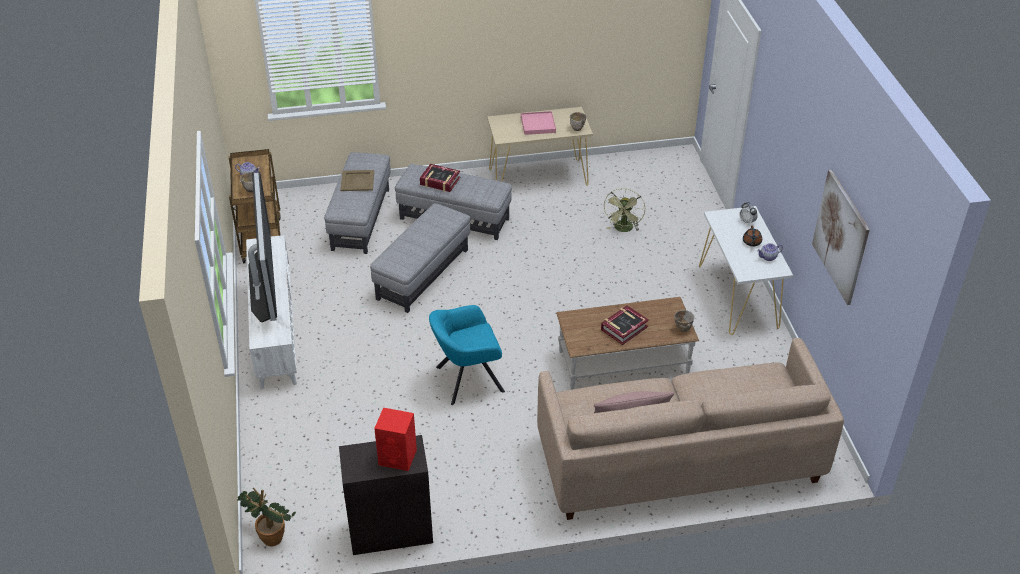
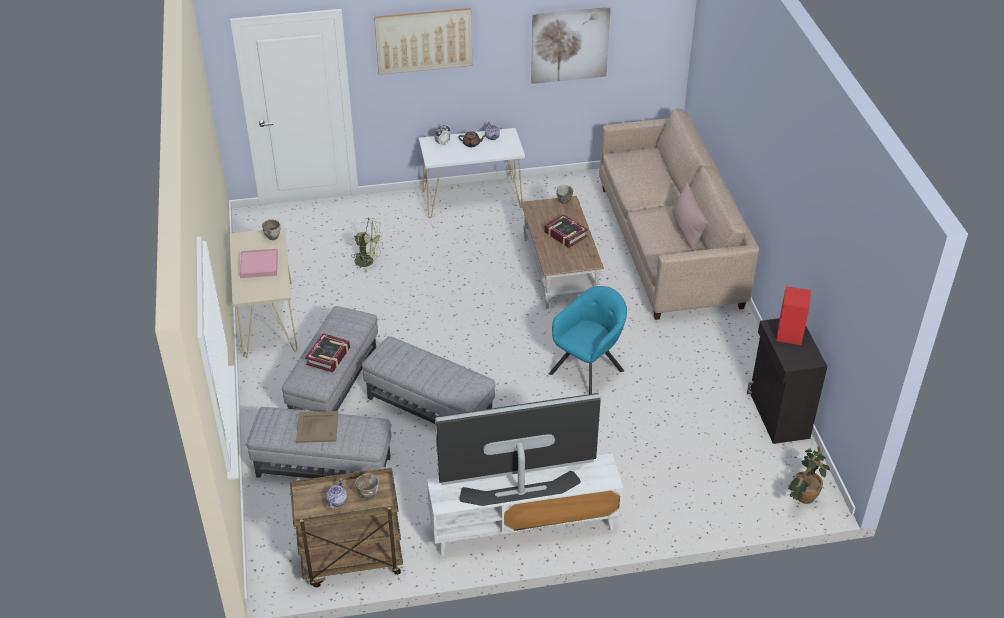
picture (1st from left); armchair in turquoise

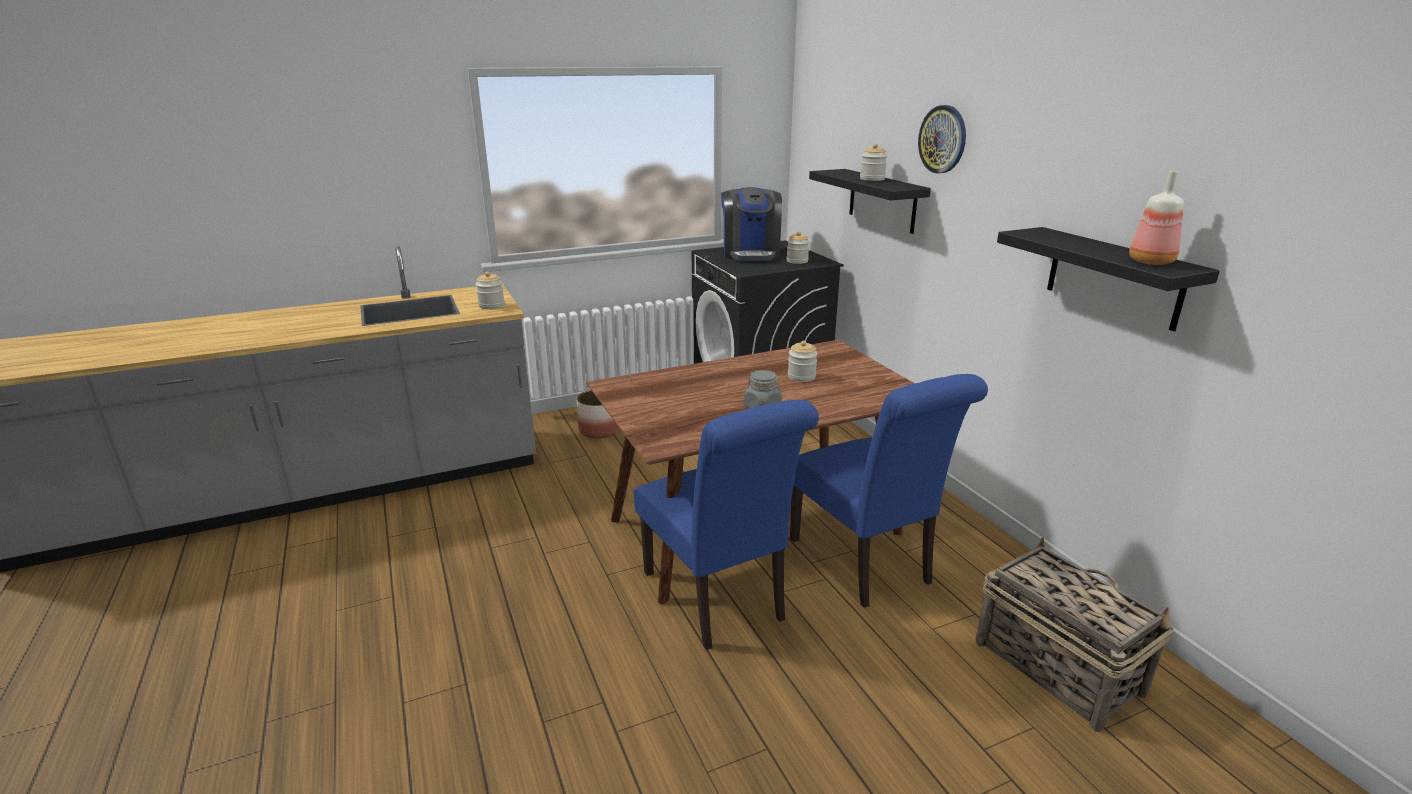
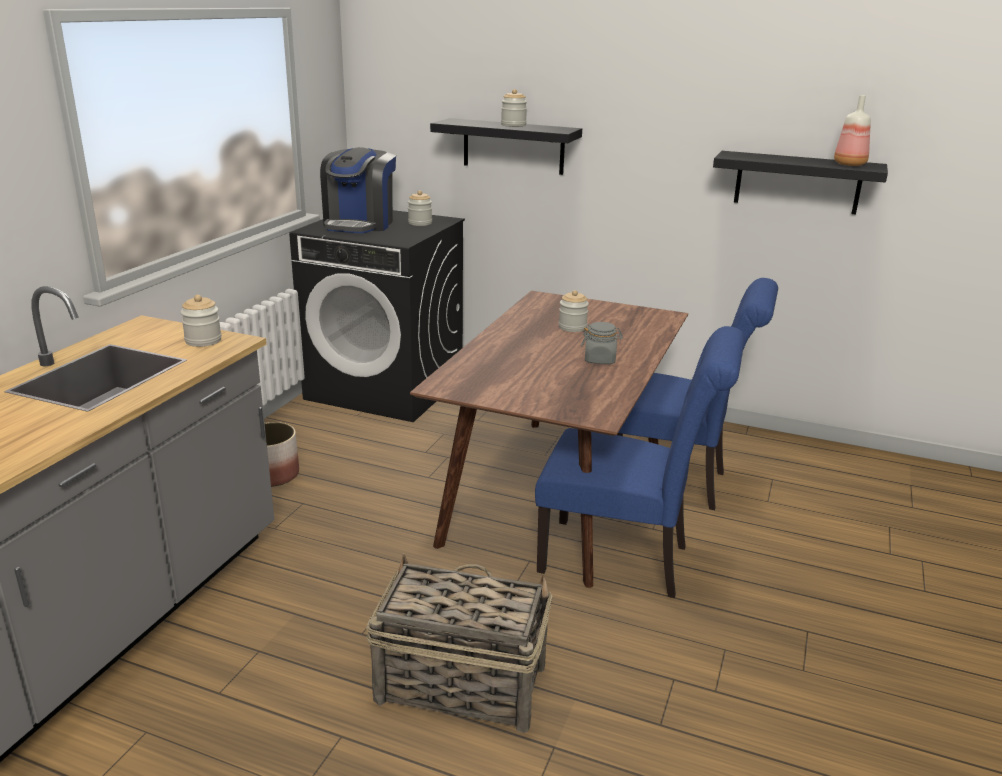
wall clock; basket; coffee machine

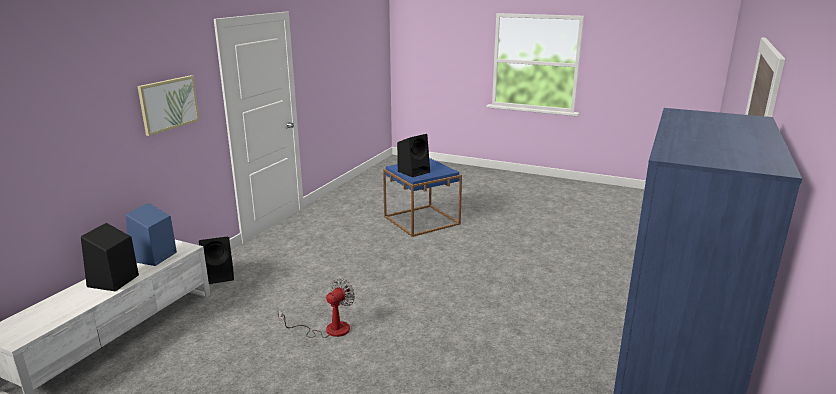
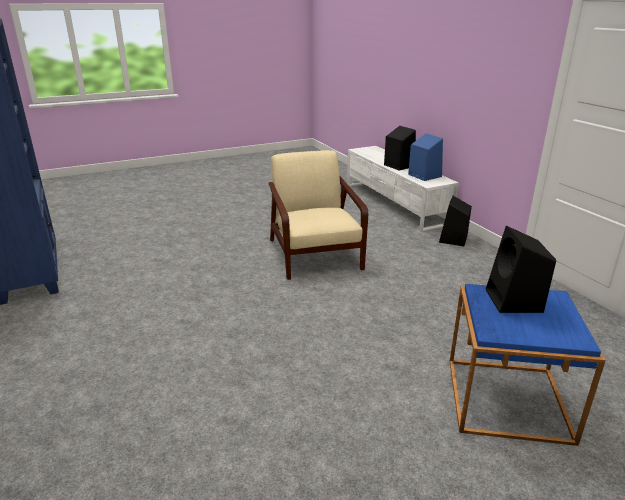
picture; armchair in beige

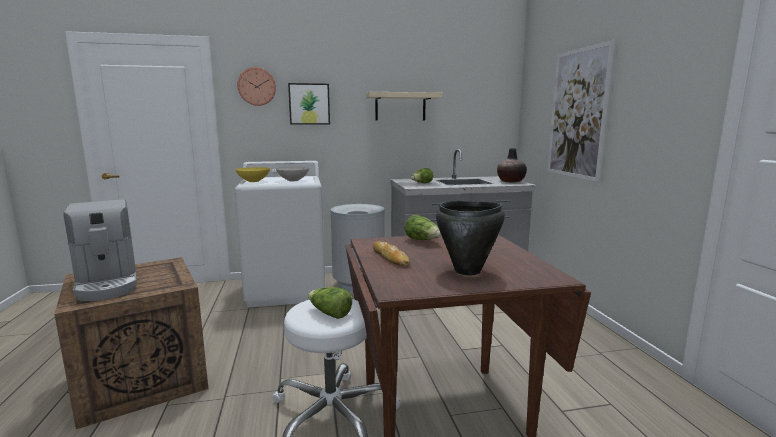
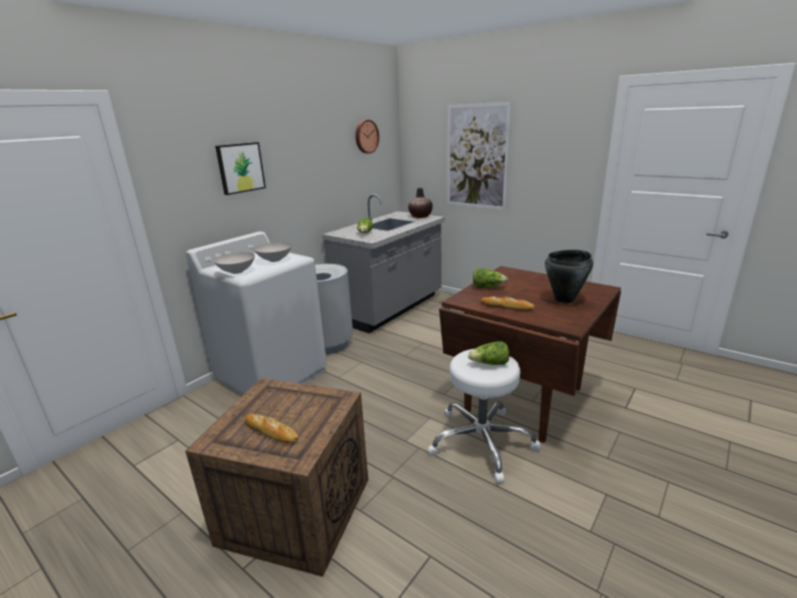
shelf in beige; wall clock; bread (1st from left); bowl in white (1st from left)

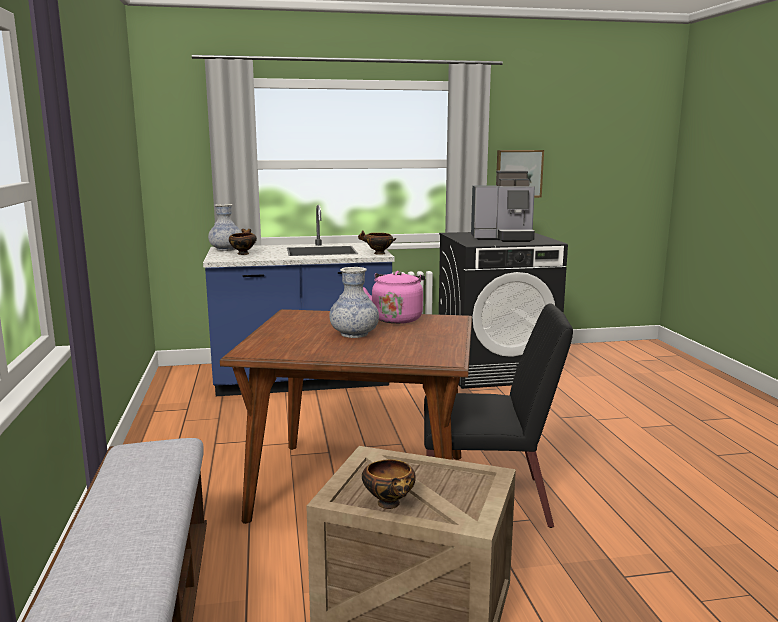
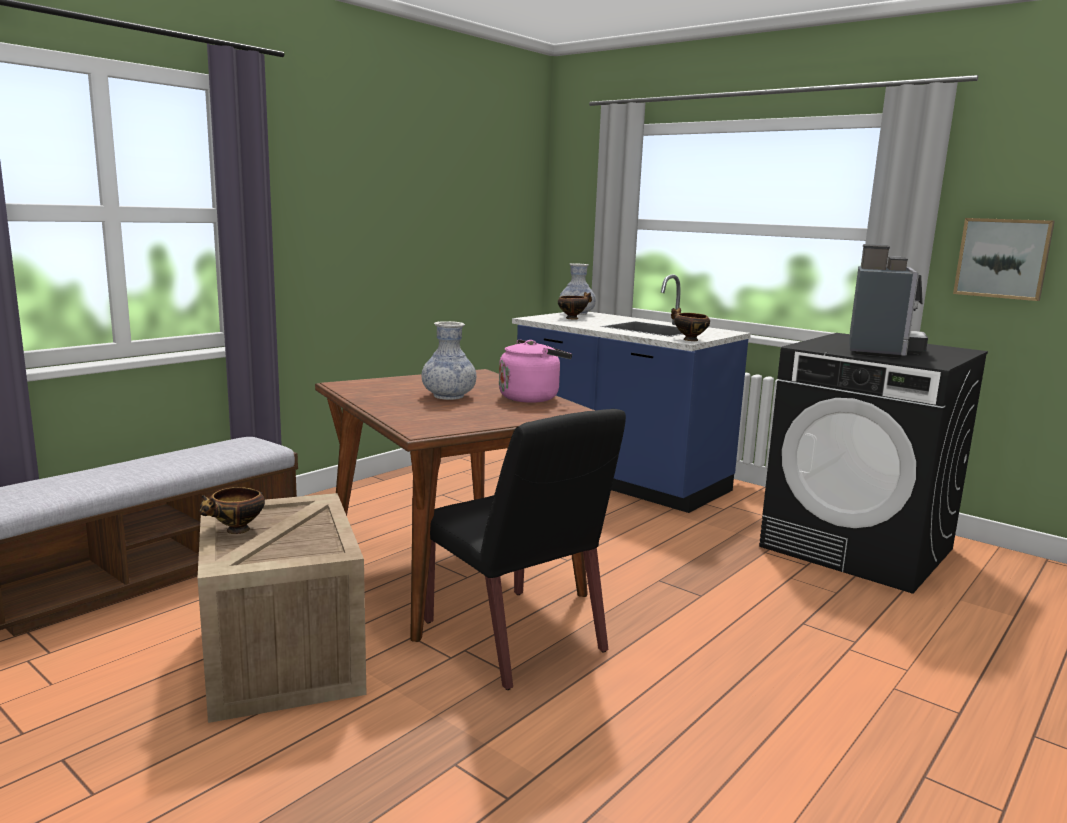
coffee machine

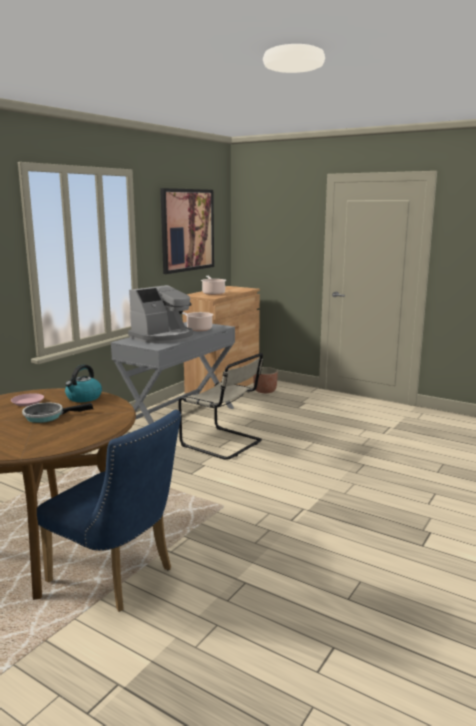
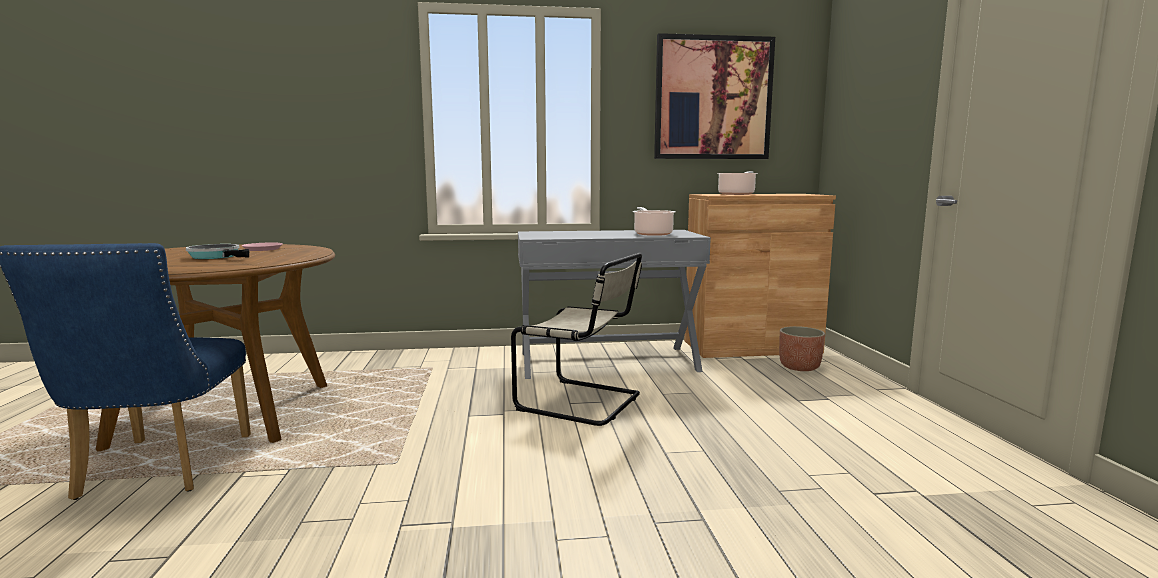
kettle; coffee machine; chair in beige

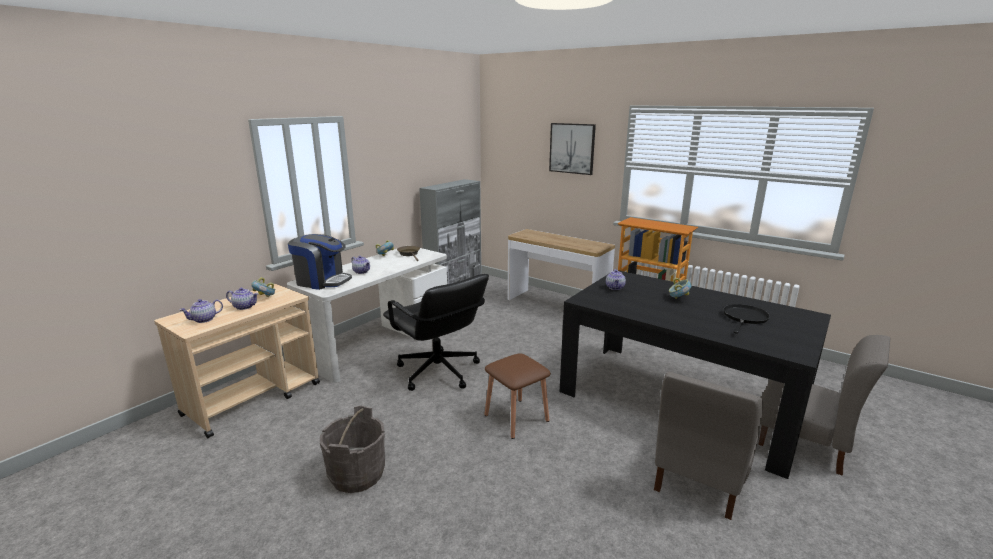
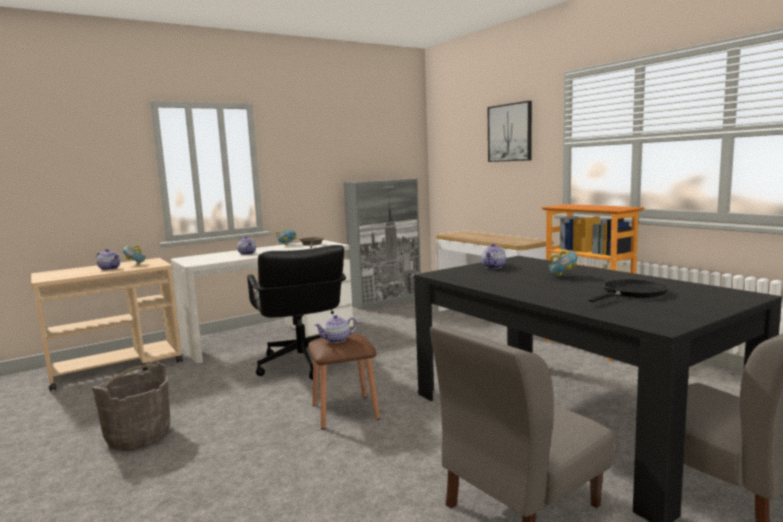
coffee machine; teapot (3rd from left)

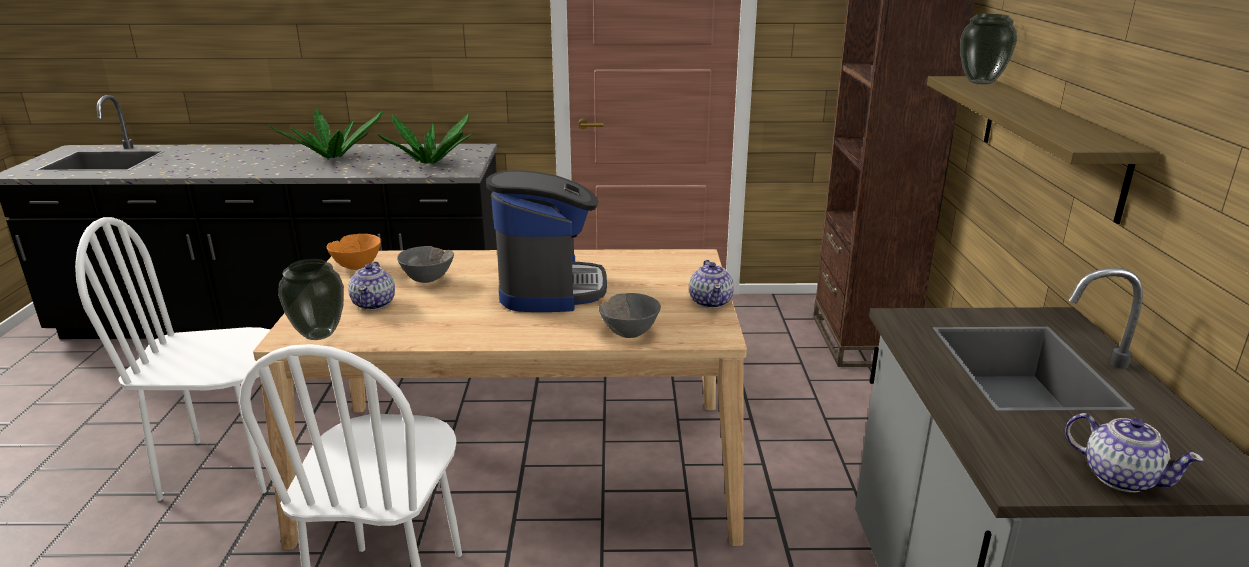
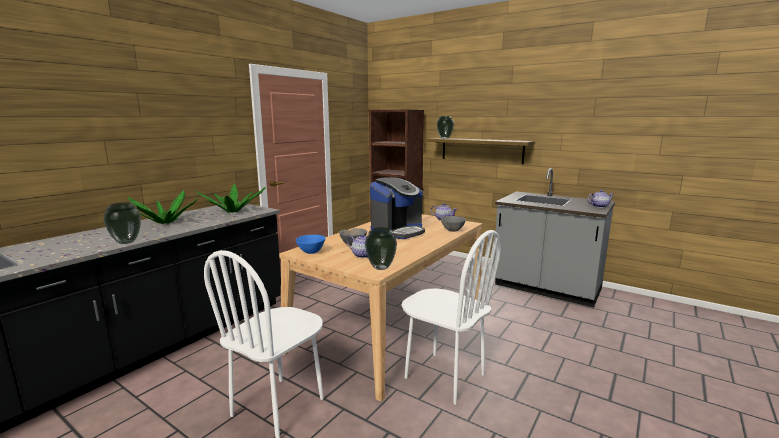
vase (1st from left); bowl in blue; coffee machine

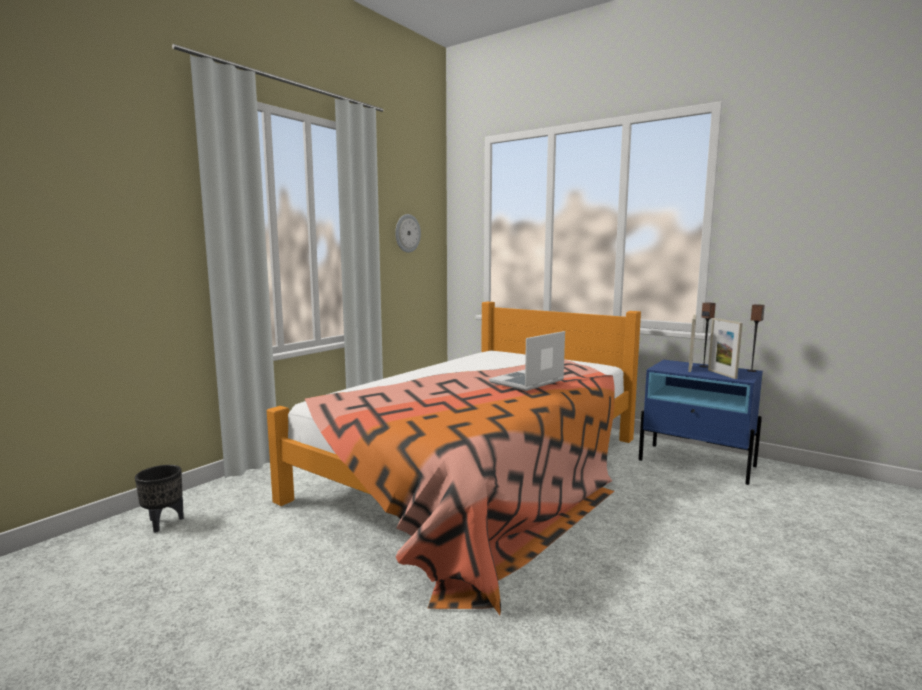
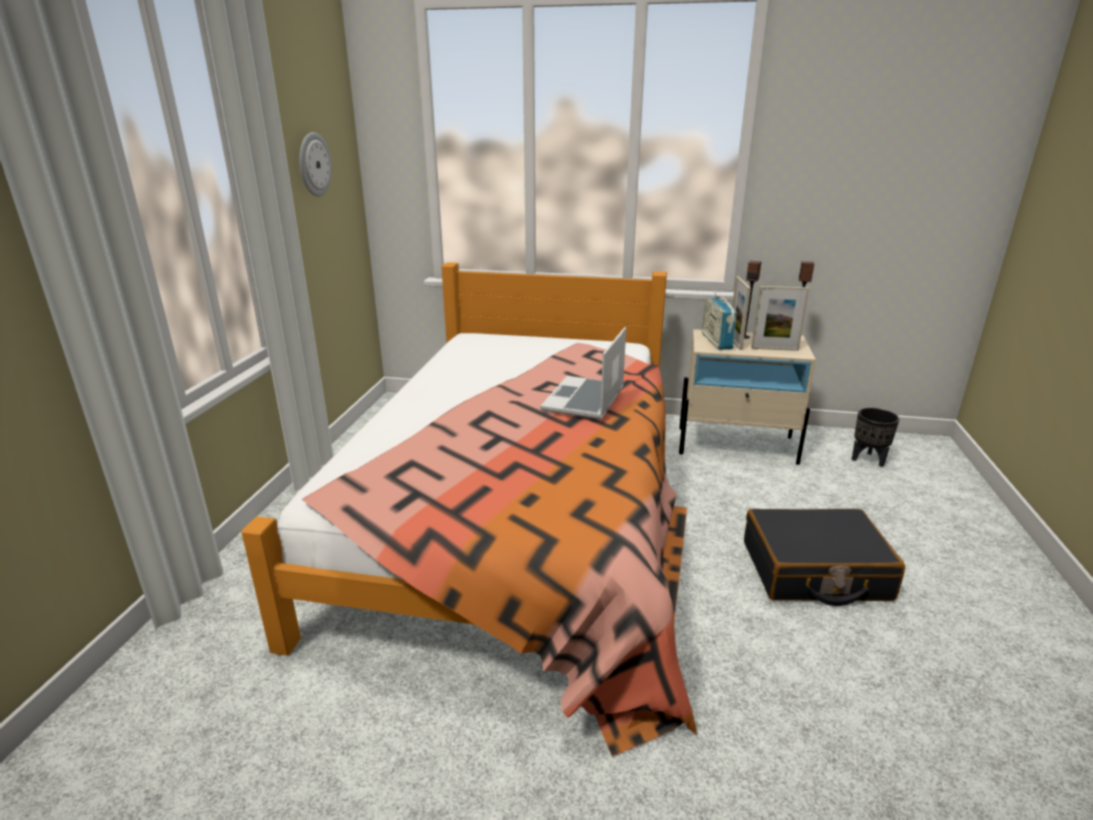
radio; suitcase in black; planter in black; nightstand in beige; picture frame (2nd from left)

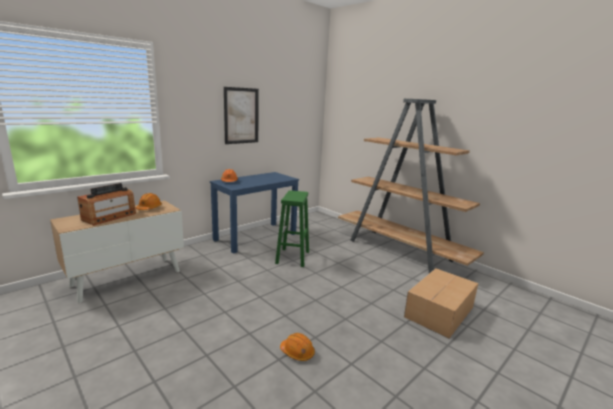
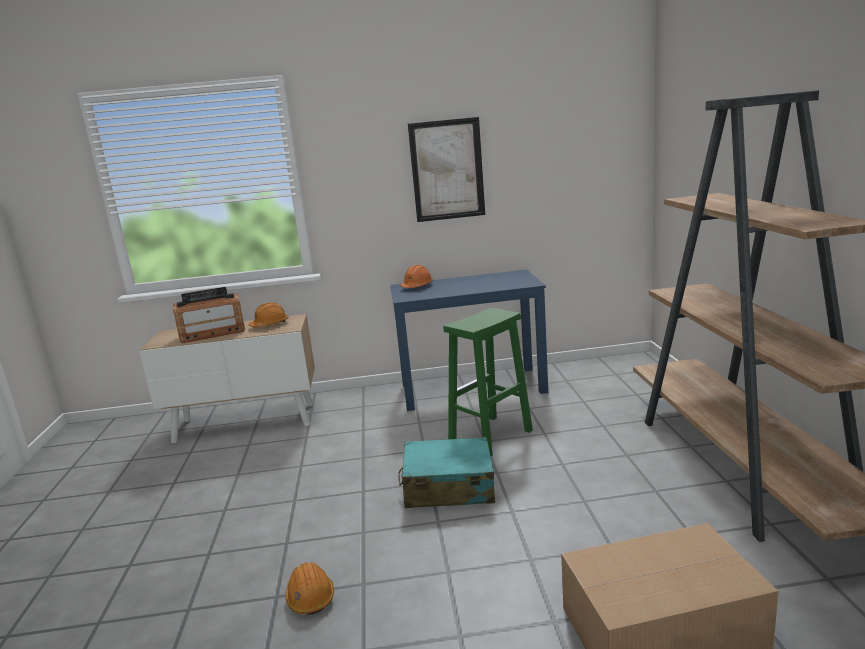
suitcase in turquoise

